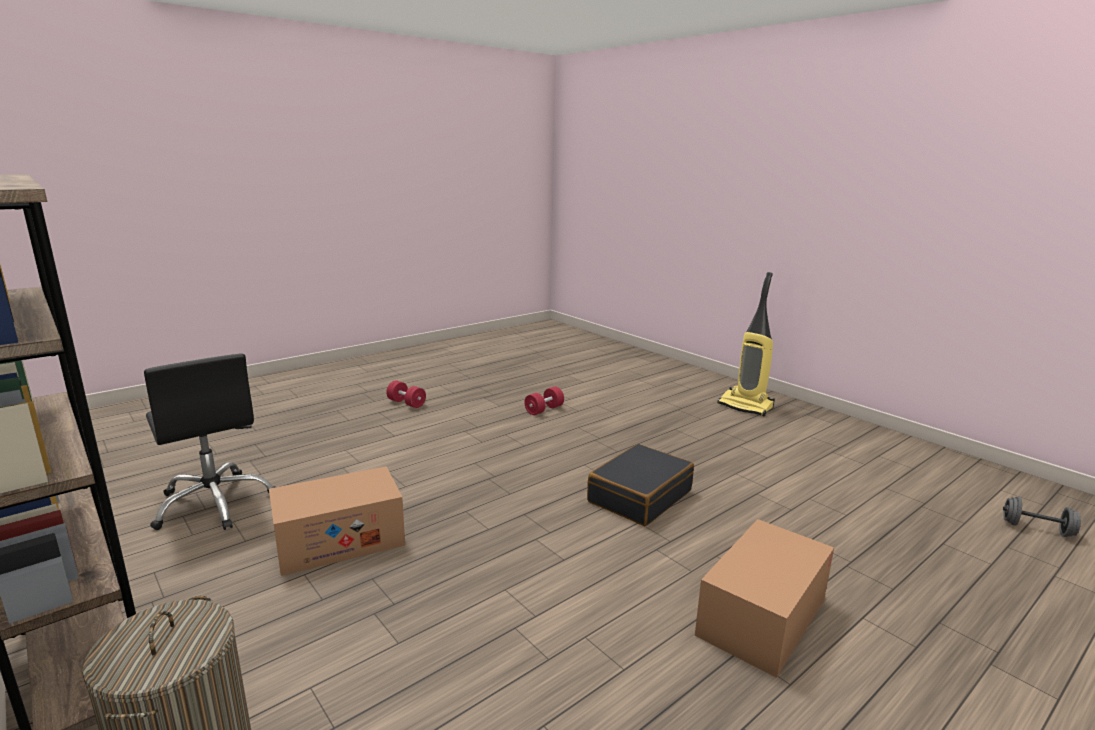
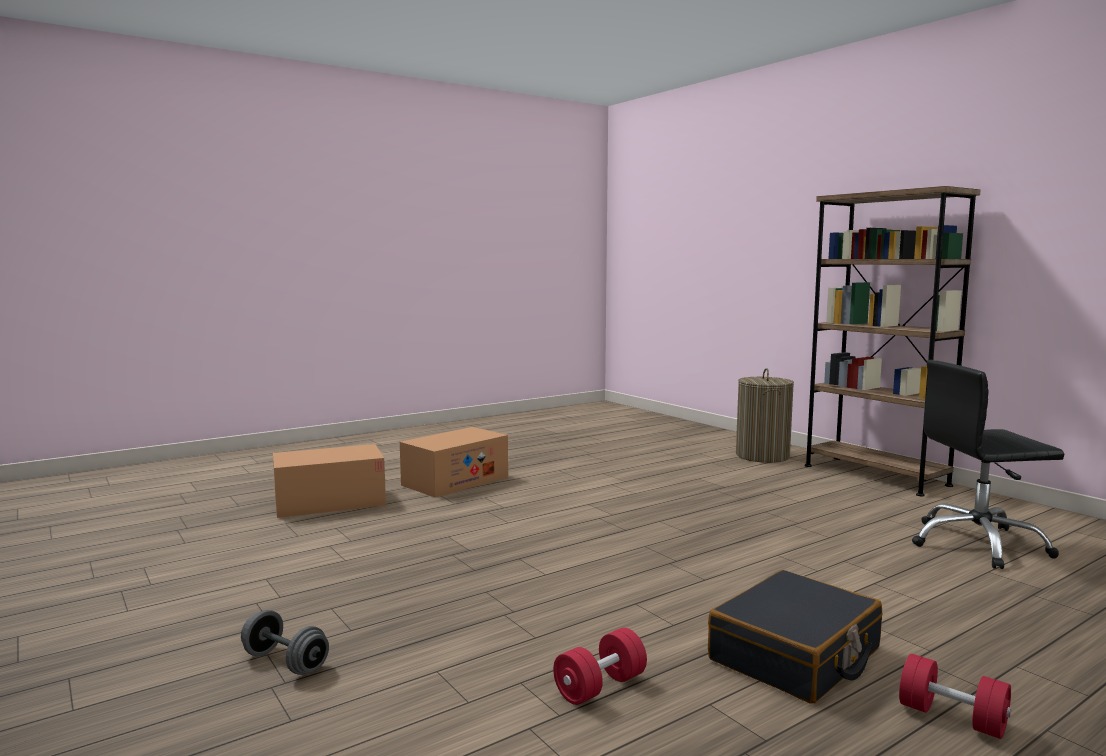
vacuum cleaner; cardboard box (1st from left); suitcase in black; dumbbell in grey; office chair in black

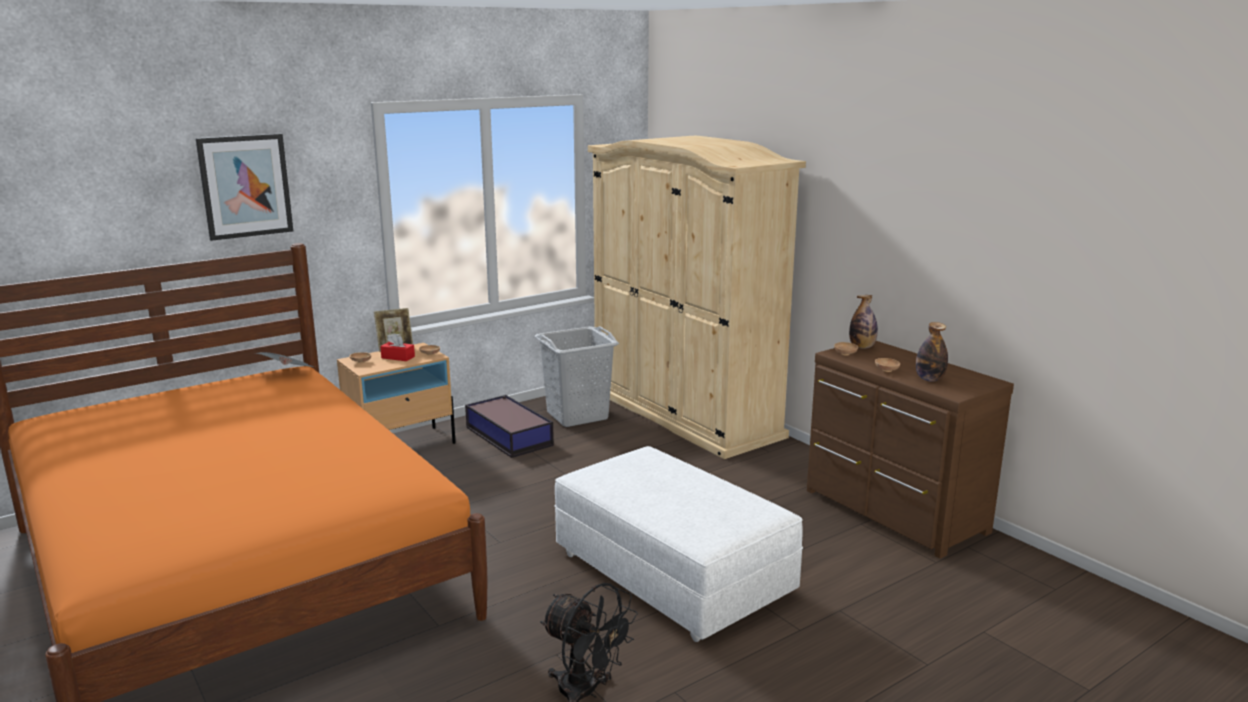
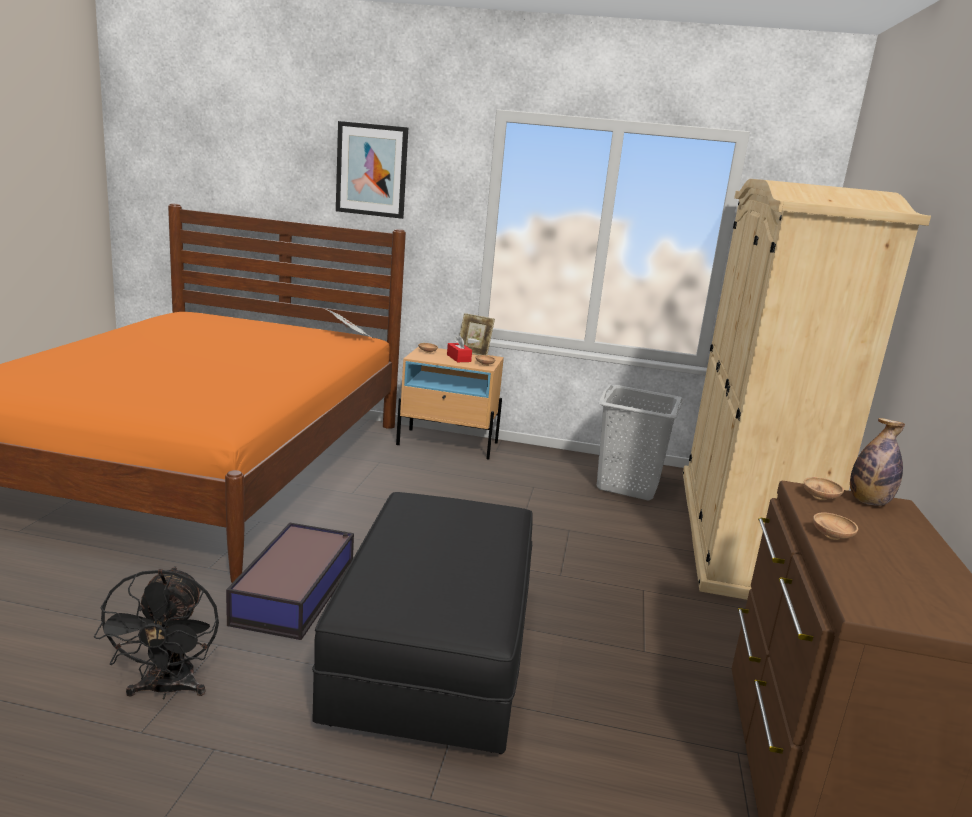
bottle (2nd from left in the first image); storage box; ottoman in black

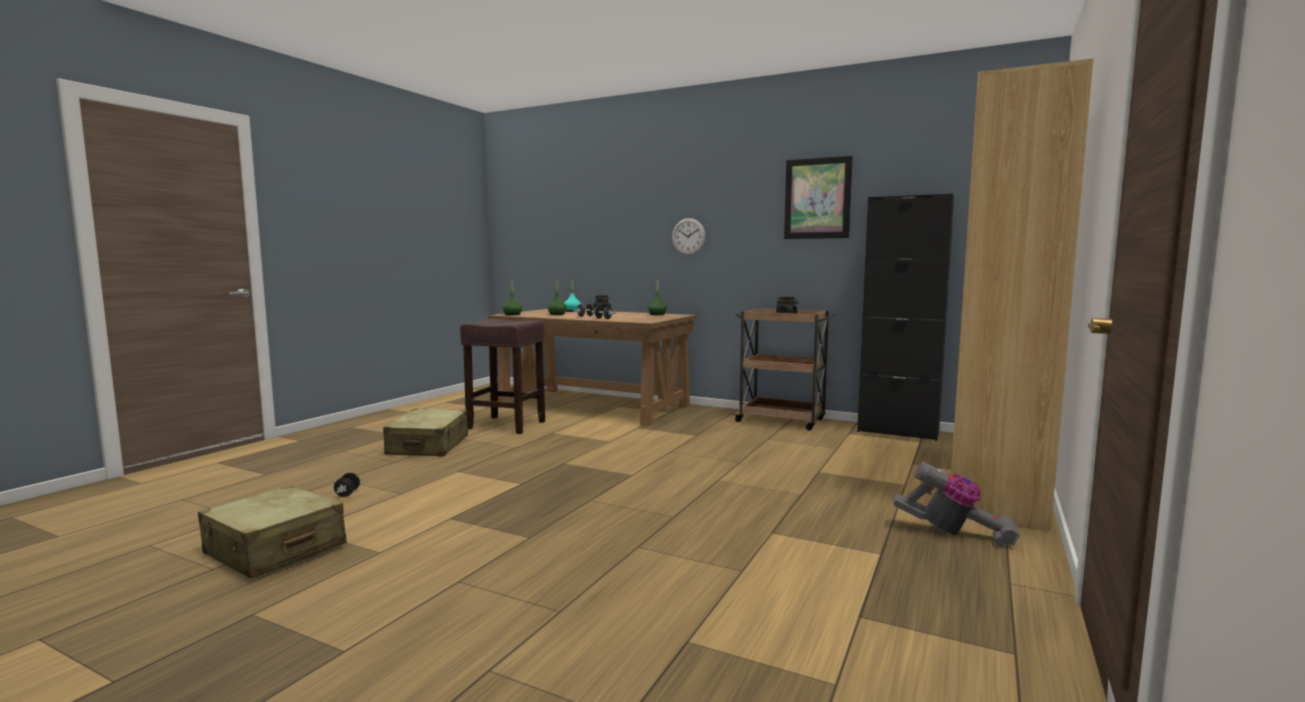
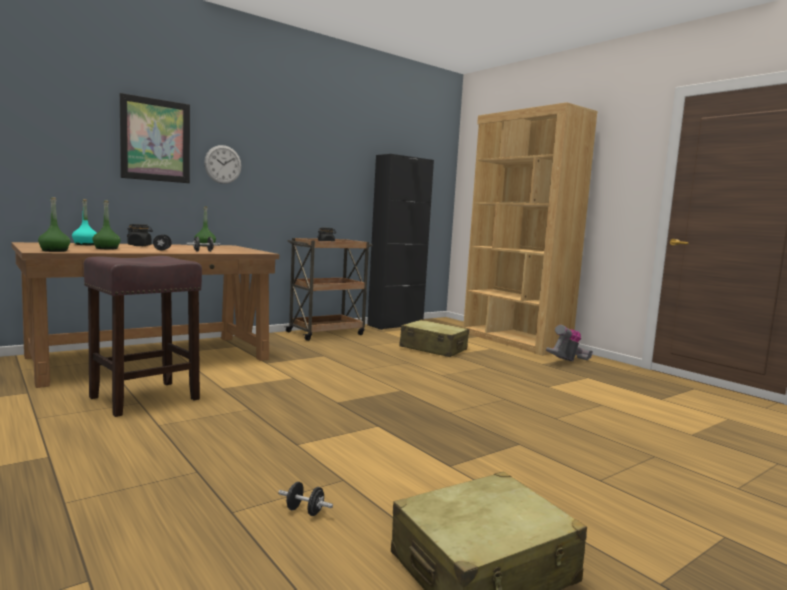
suitcase in beige (1st from left); picture

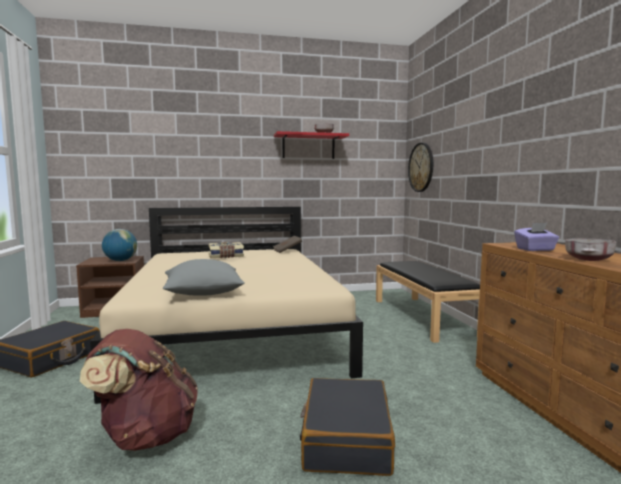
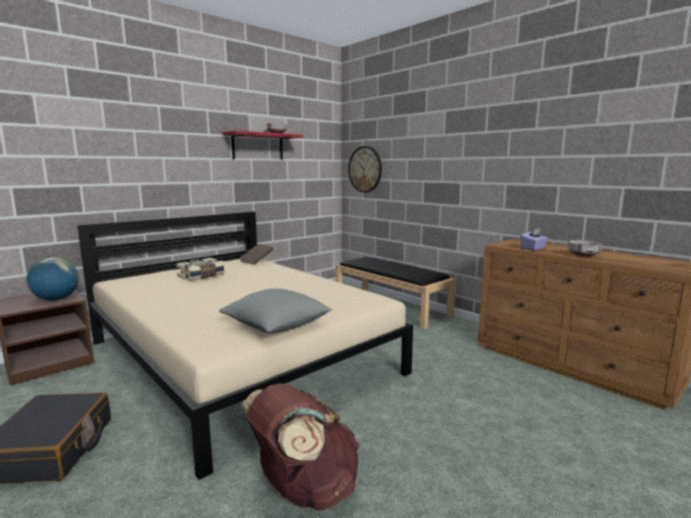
suitcase in black (2nd from left in the first image)

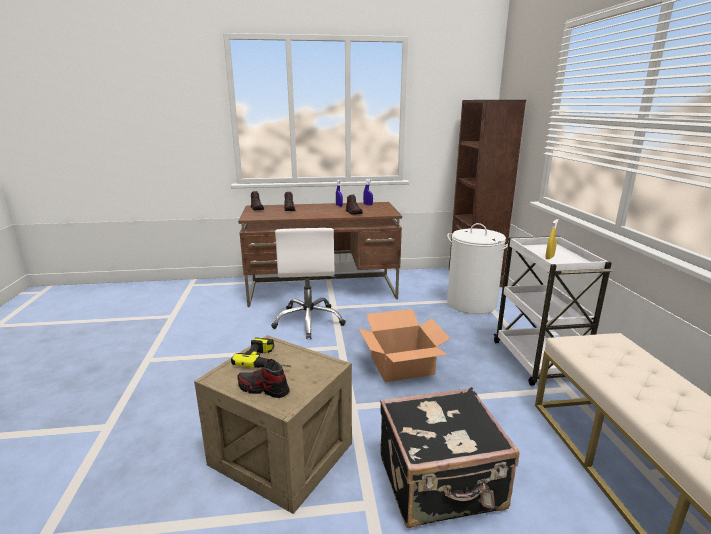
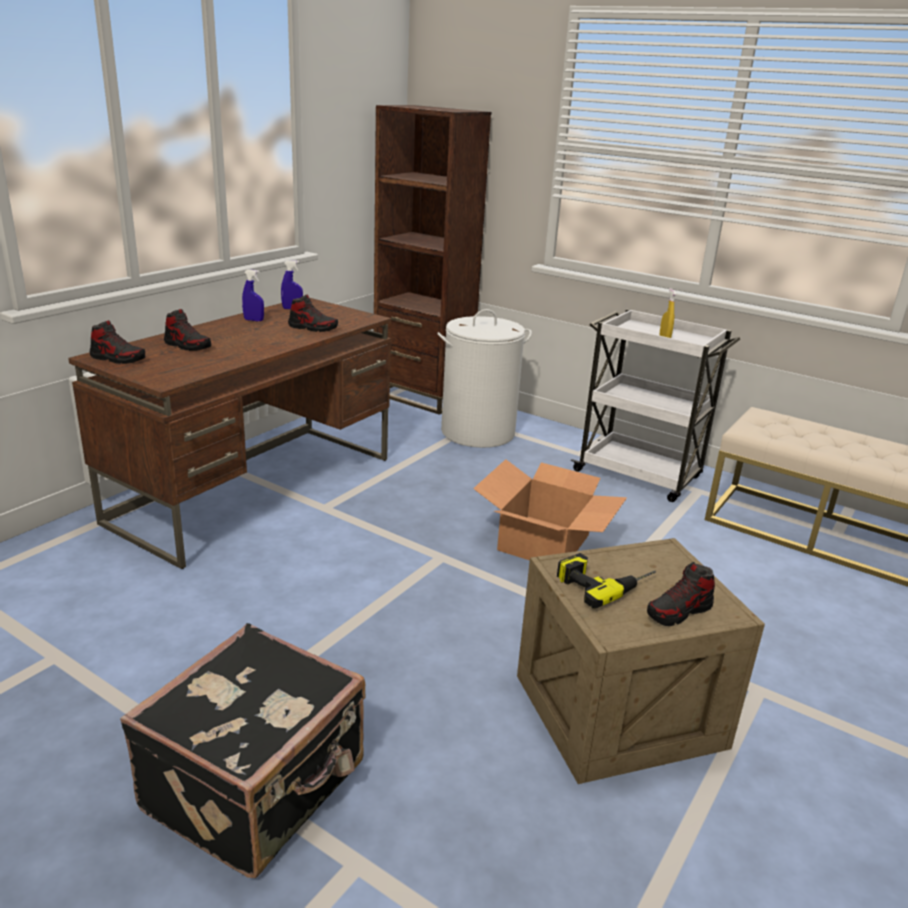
office chair in white; suitcase in black

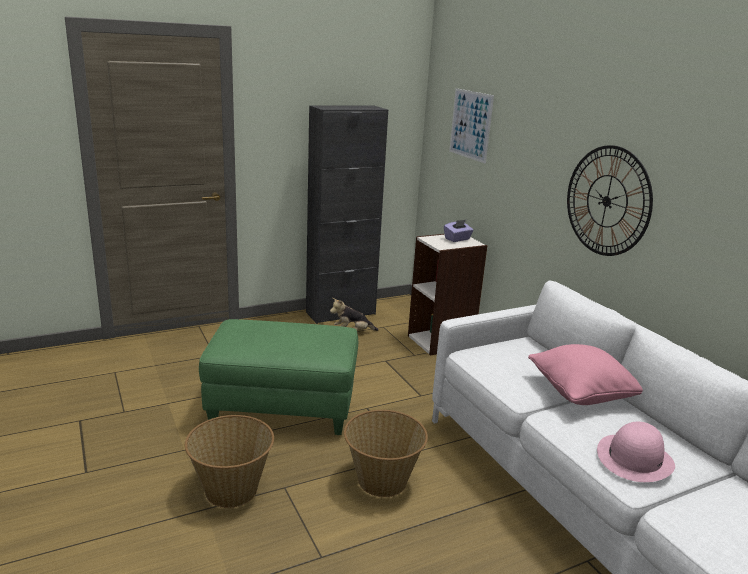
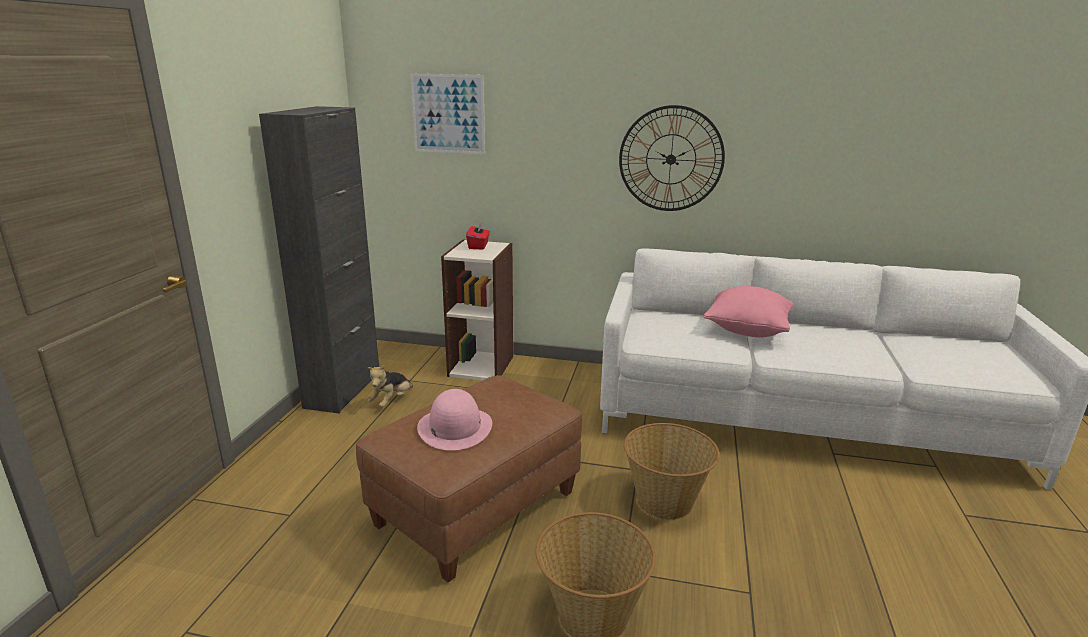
hat in pink; ottoman in brown; tissue box in red

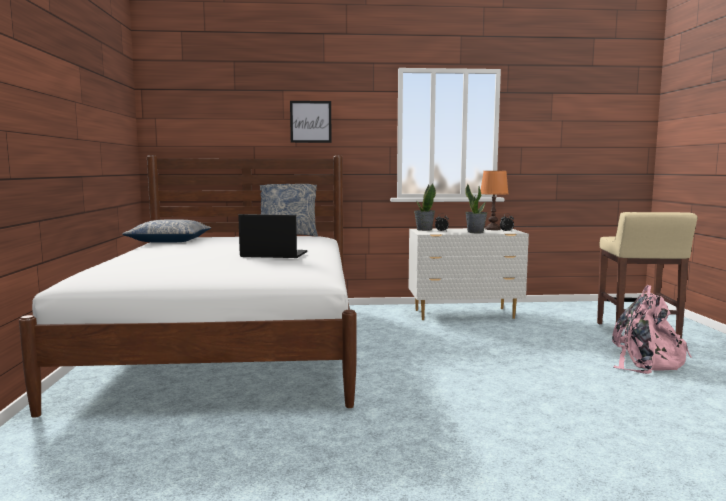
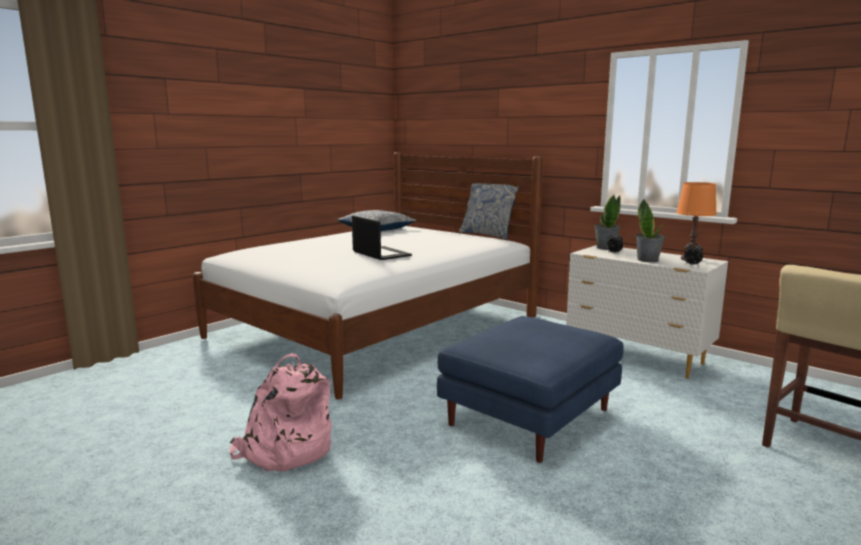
picture; ottoman in blue; backpack in pink

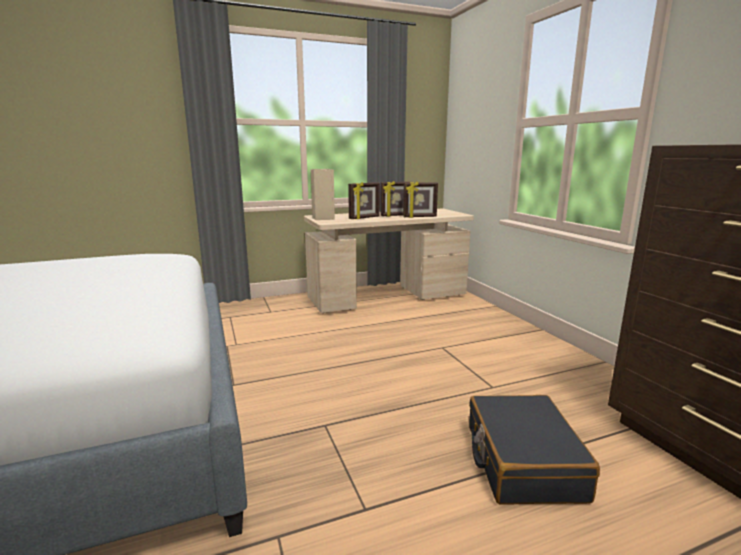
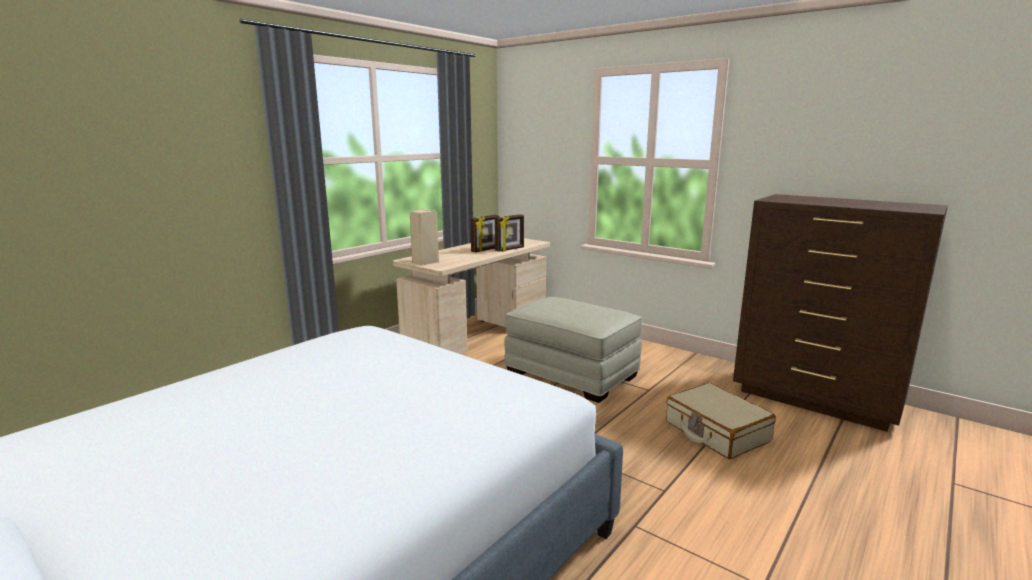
picture frame (1st from left in the first image); ottoman in beige; suitcase in beige

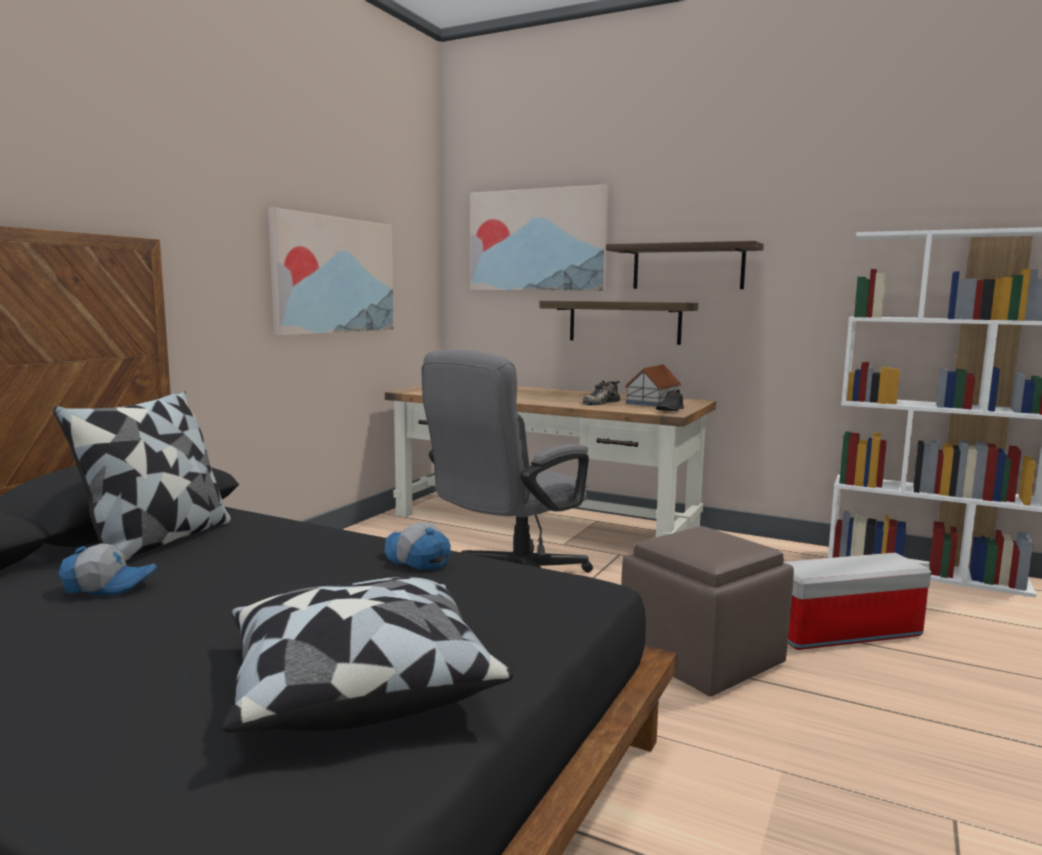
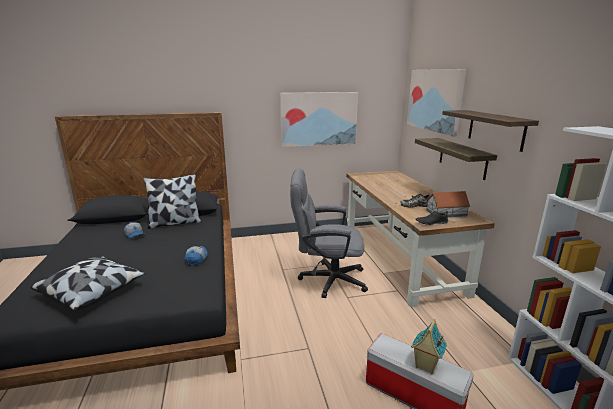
ottoman in brown; toy house (1st from left)

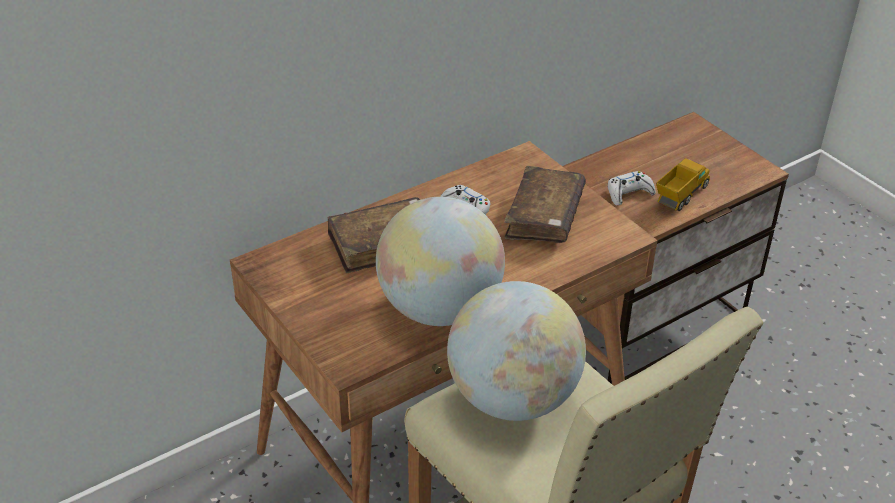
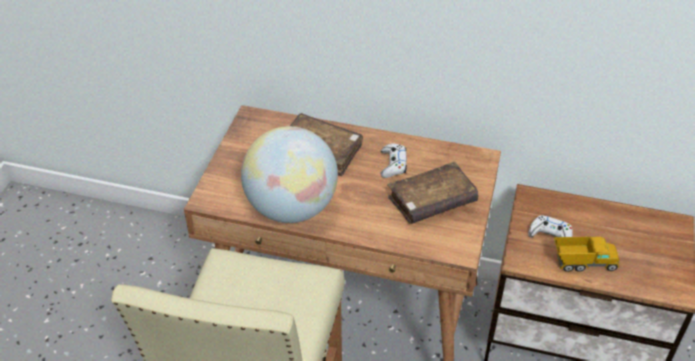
globe (2nd from left in the first image)

